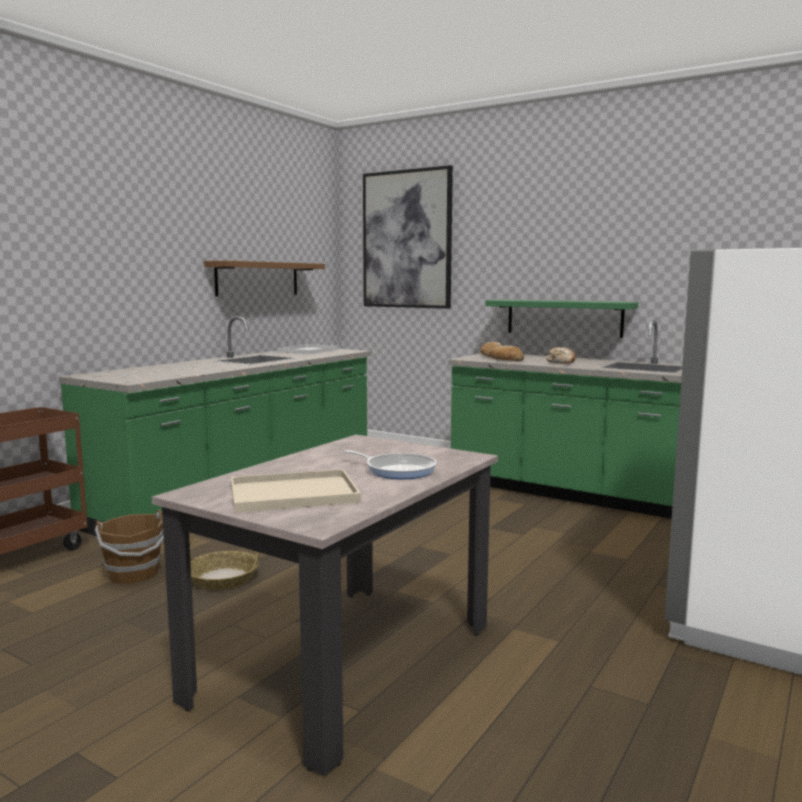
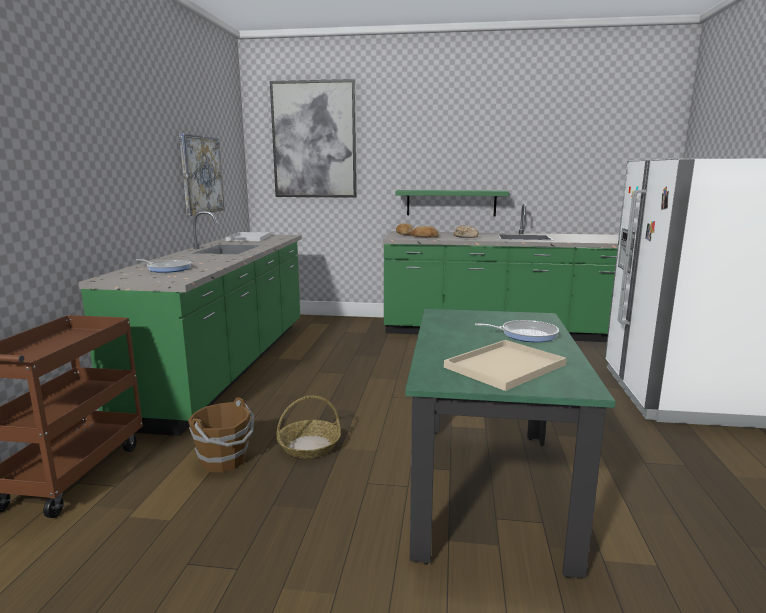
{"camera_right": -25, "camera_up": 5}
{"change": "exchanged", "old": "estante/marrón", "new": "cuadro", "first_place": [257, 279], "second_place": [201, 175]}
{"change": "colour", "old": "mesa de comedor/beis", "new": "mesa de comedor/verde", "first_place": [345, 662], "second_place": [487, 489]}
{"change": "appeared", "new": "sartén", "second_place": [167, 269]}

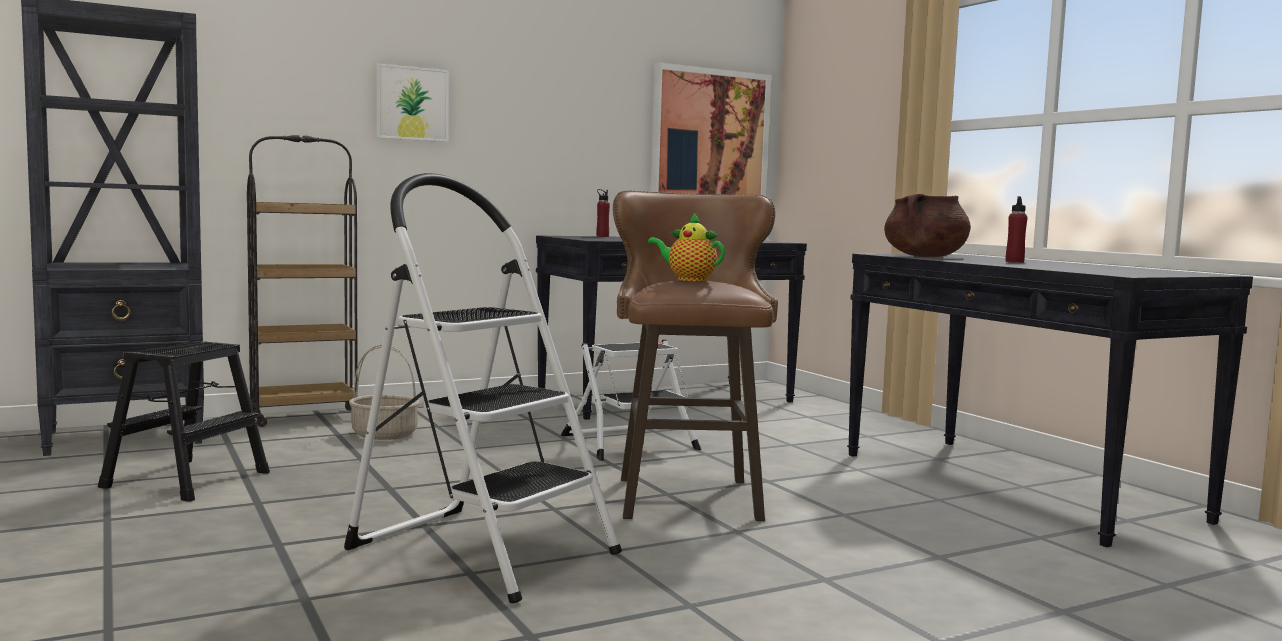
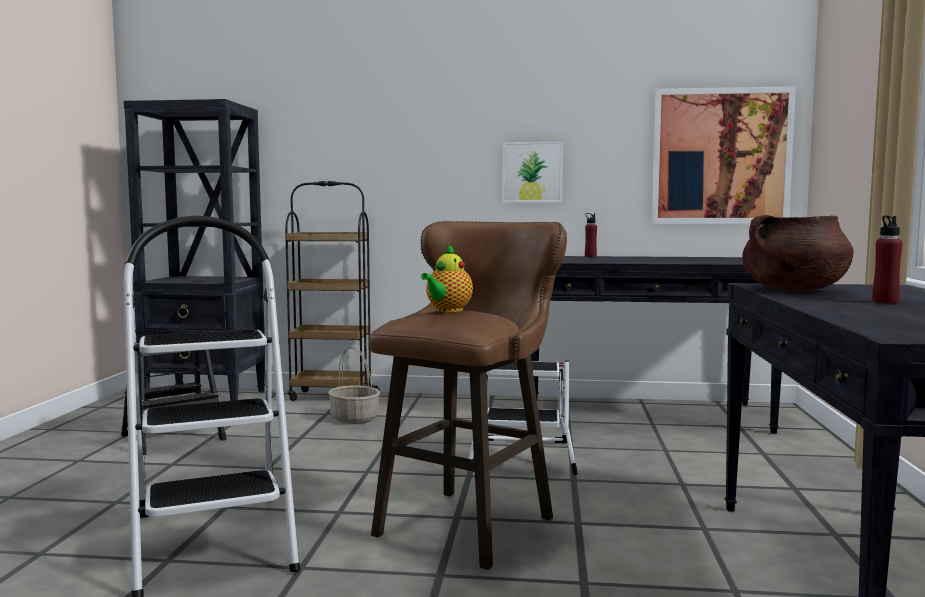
{"camera_right": 35, "camera_up": 0}
{"change": "relocated", "old": "cuadro", "first_place": [412, 103], "second_place": [532, 172]}
{"change": "spun", "old": "tetera", "first_place": [688, 280], "second_place": [447, 310], "degrees": -120}

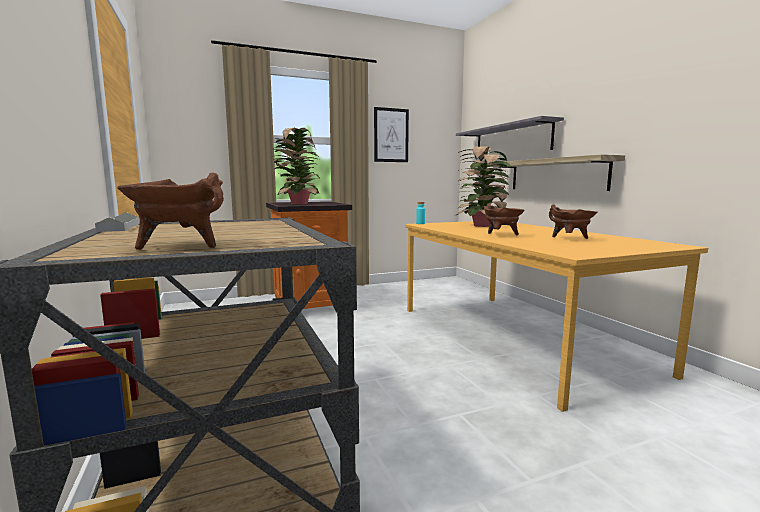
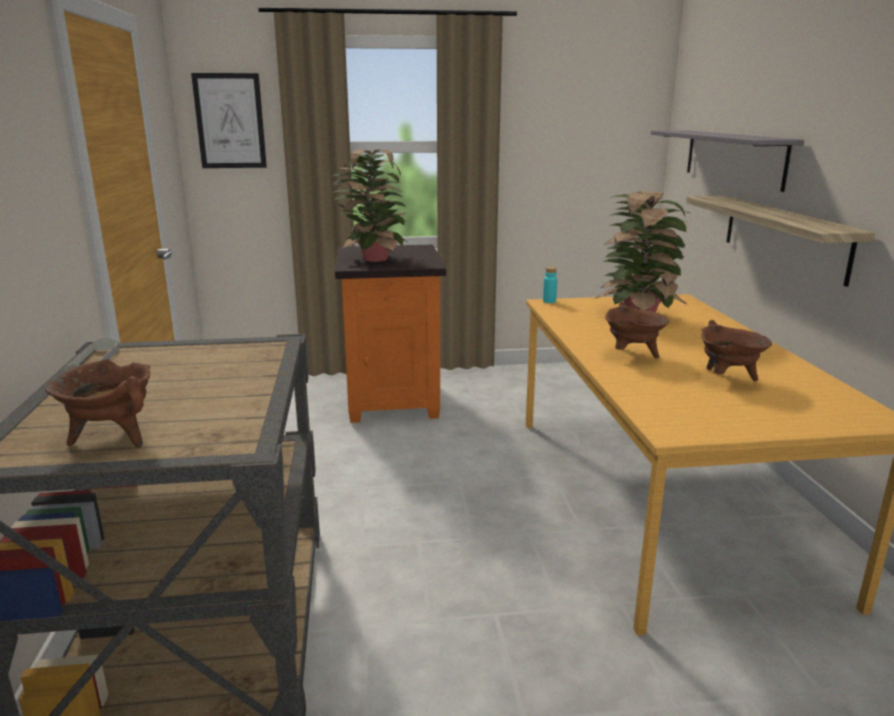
{"camera_right": 15, "camera_up": 10}
{"change": "relocated", "old": "cuadro", "first_place": [391, 135], "second_place": [230, 121]}

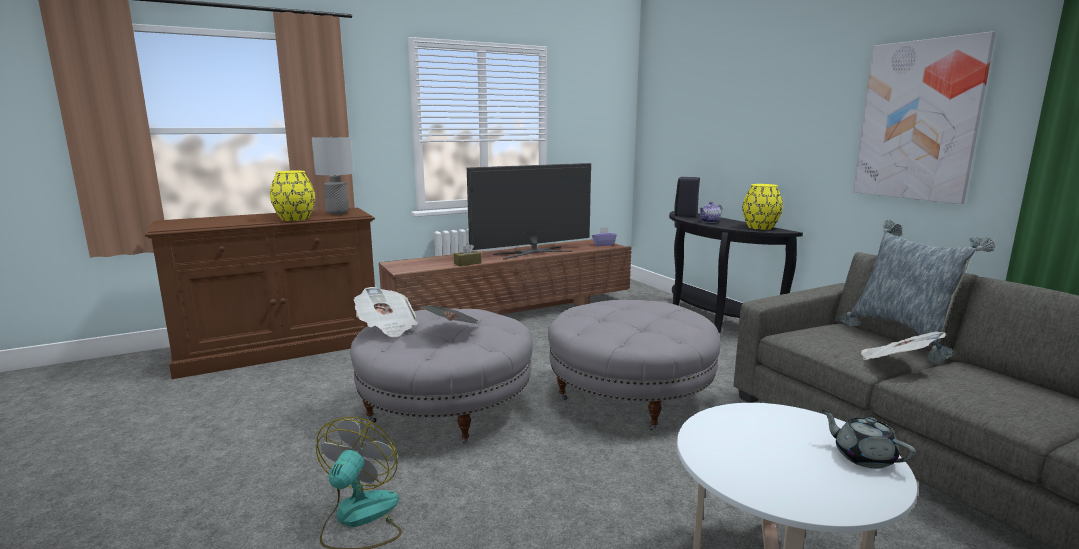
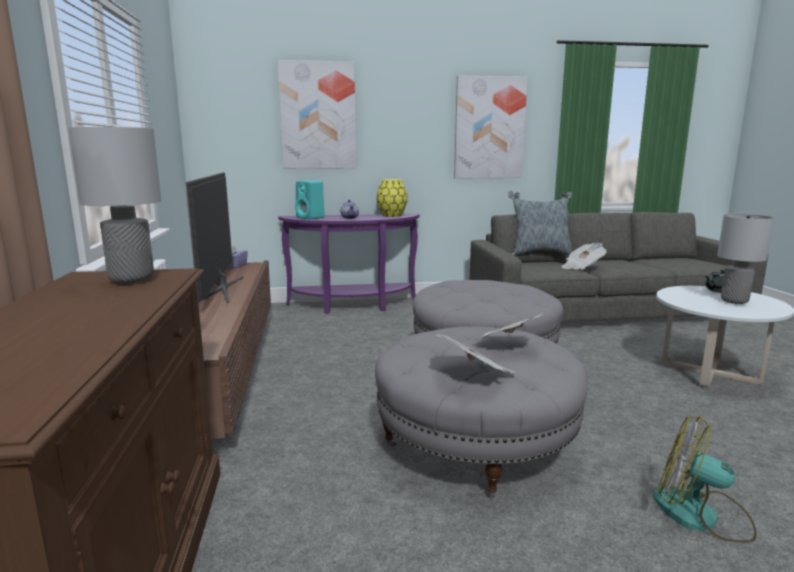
{"camera_right": -70, "camera_up": 0}
{"change": "missing", "old": "florero/amarillo", "first_place": [295, 218]}
{"change": "colour", "old": "altavoz/negro", "new": "altavoz/turquesa", "first_place": [686, 215], "second_place": [311, 217]}
{"change": "colour", "old": "mesa consola/negro", "new": "mesa consola/morado", "first_place": [710, 319], "second_place": [353, 306]}
{"change": "missing", "old": "caja de pañuelos/marrón", "first_place": [467, 263]}
{"change": "appeared", "new": "cuadro", "second_place": [318, 116]}
{"change": "appeared", "new": "lámpara de mesa/gris", "second_place": [733, 302]}

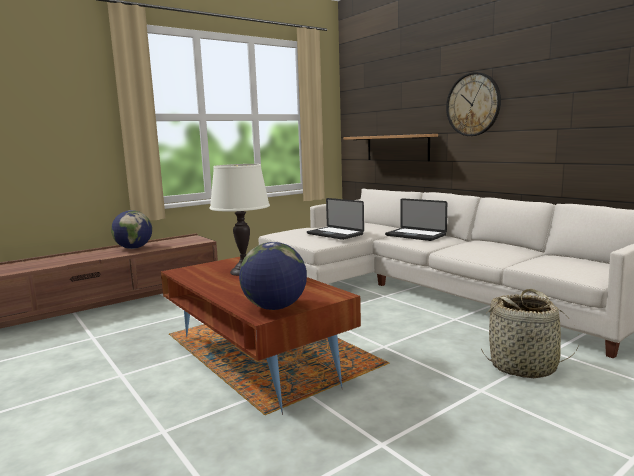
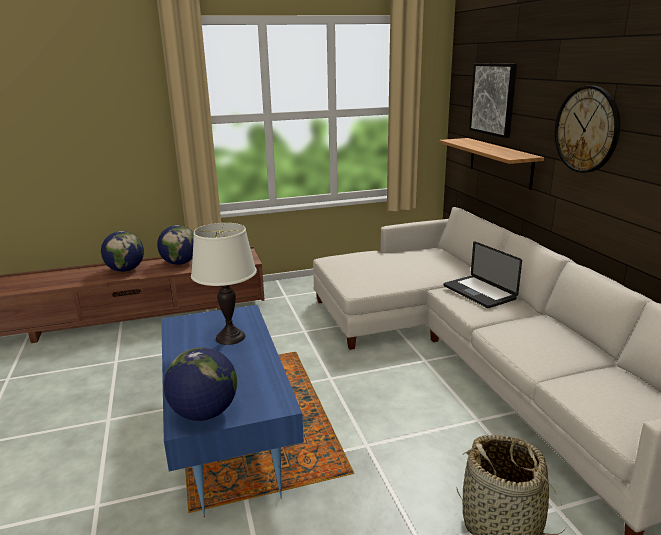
{"camera_right": 20, "camera_up": 10}
{"change": "missing", "old": "portátil", "first_place": [335, 234]}
{"change": "colour", "old": "mesa de centro/marrón", "new": "mesa de centro/azul", "first_place": [255, 360], "second_place": [229, 431]}
{"change": "appeared", "new": "cuadro", "second_place": [493, 99]}
{"change": "appeared", "new": "globo terráqueo", "second_place": [125, 270]}

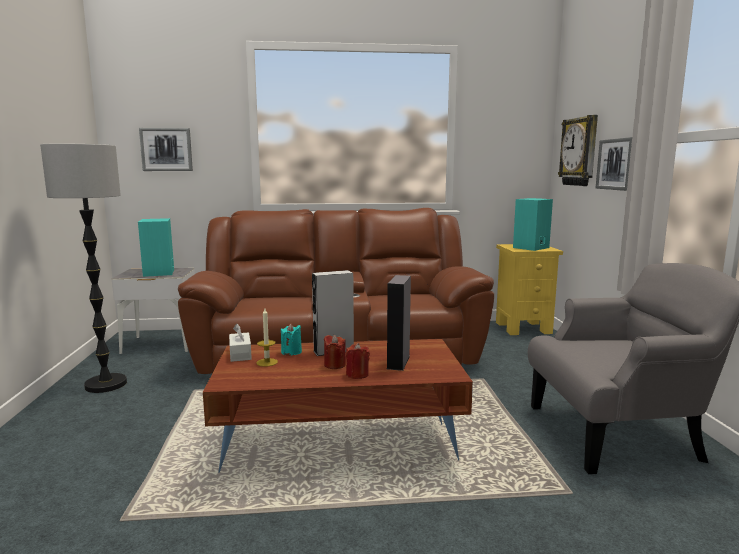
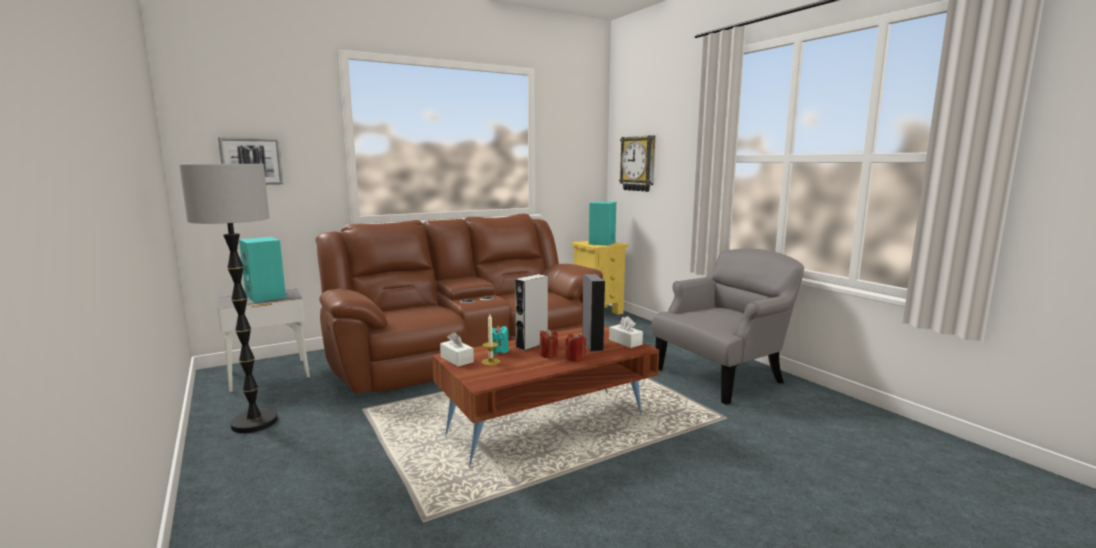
{"camera_right": -25, "camera_up": 0}
{"change": "missing", "old": "cuadro", "first_place": [616, 164]}
{"change": "appeared", "new": "caja de pañuelos/blanco", "second_place": [625, 342]}

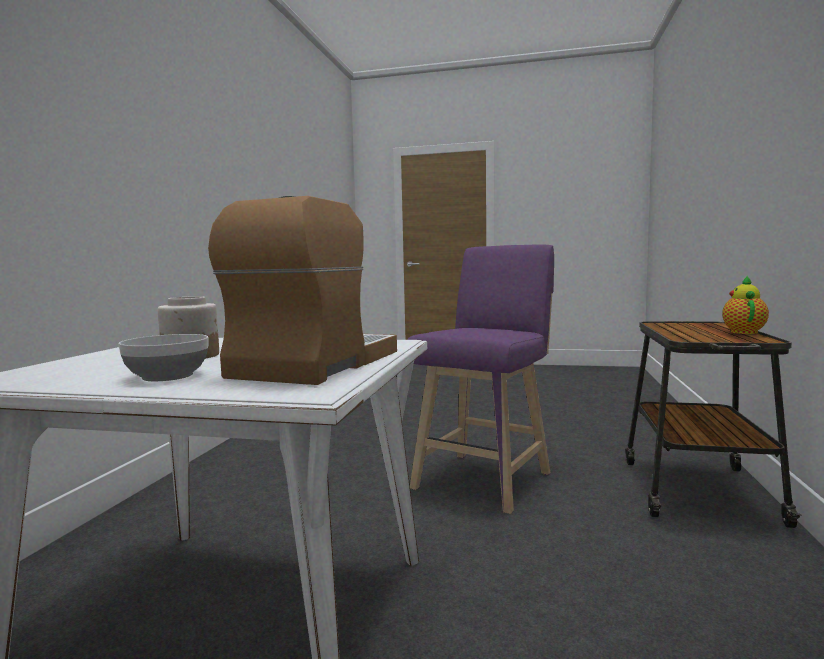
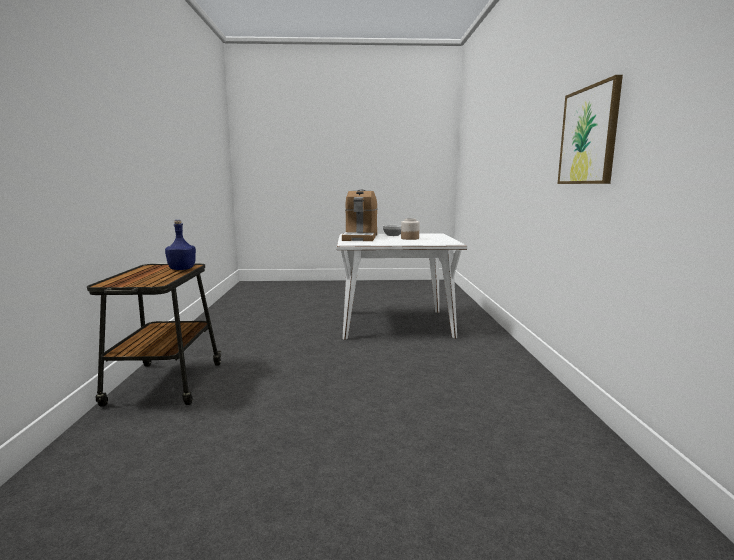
{"camera_right": 165, "camera_up": 5}
{"change": "missing", "old": "taburete/morado", "first_place": [486, 478]}
{"change": "missing", "old": "tetera", "first_place": [743, 332]}
{"change": "appeared", "new": "cuadro", "second_place": [589, 136]}
{"change": "appeared", "new": "botella/azul", "second_place": [182, 269]}

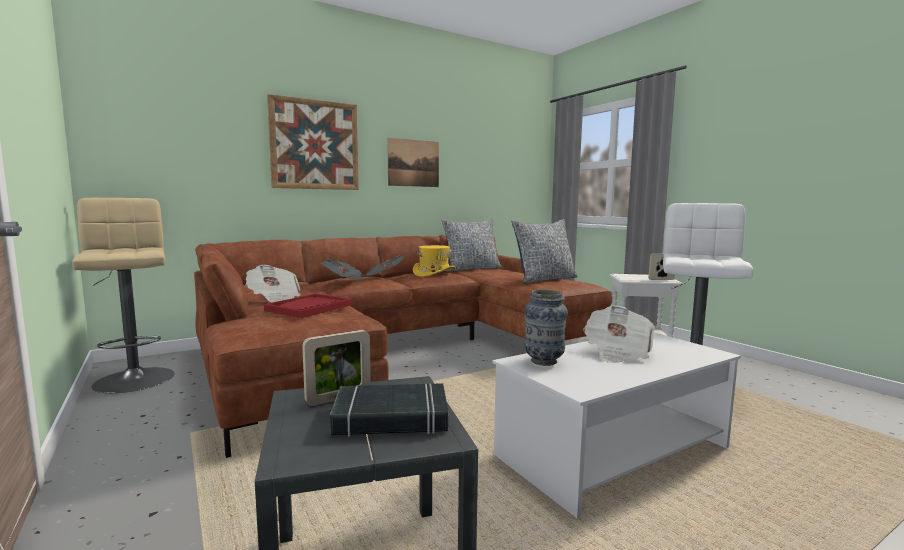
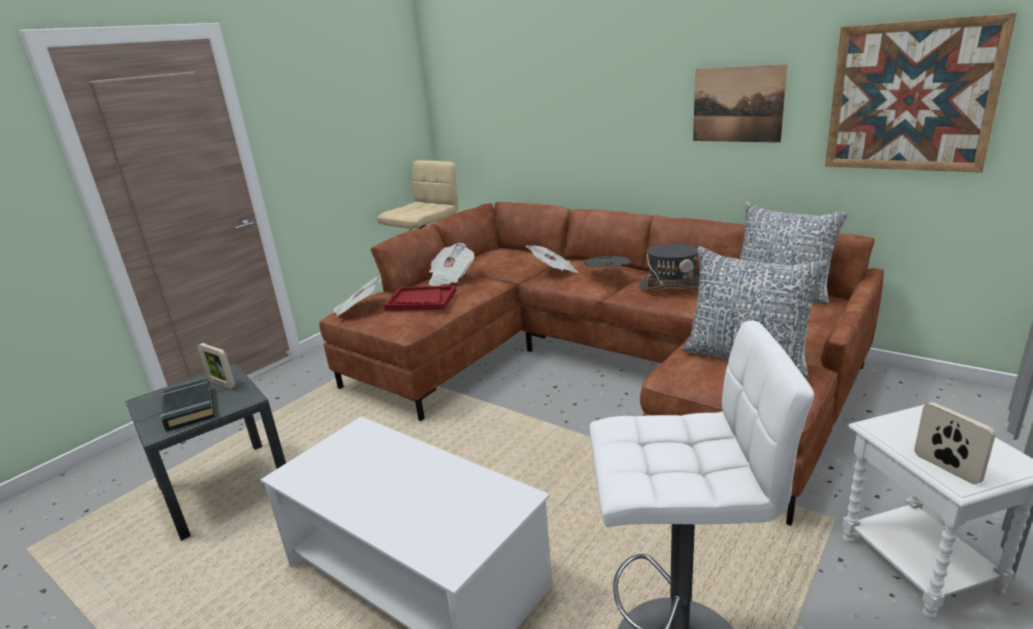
{"camera_right": 70, "camera_up": 15}
{"change": "relocated", "old": "cuadro", "first_place": [315, 145], "second_place": [910, 97]}
{"change": "colour", "old": "sombrero/amarillo", "new": "sombrero/gris", "first_place": [434, 273], "second_place": [672, 286]}
{"change": "missing", "old": "florero", "first_place": [543, 361]}
{"change": "relocated", "old": "periódico", "first_place": [617, 352], "second_place": [358, 310]}

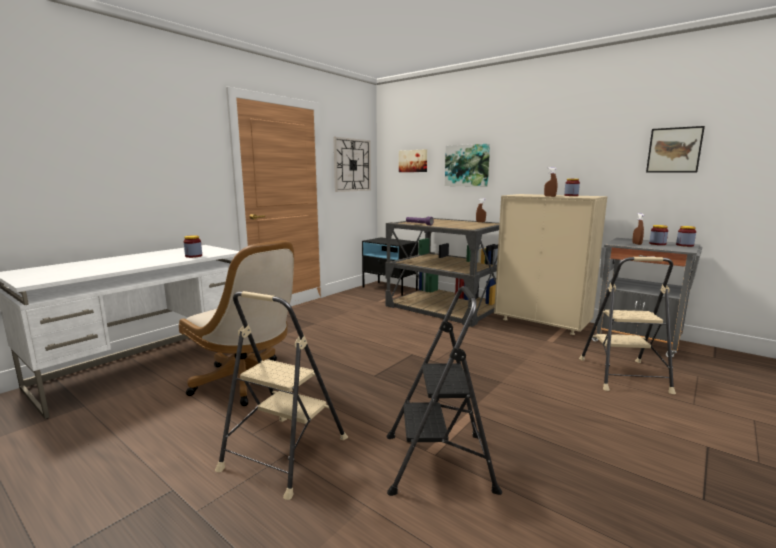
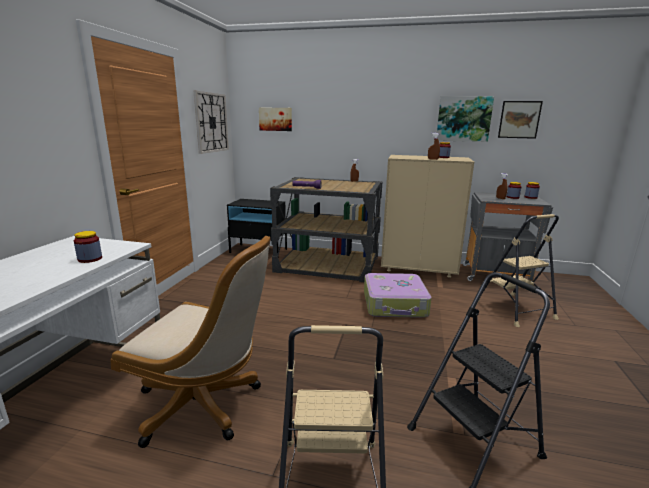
{"camera_right": -25, "camera_up": 5}
{"change": "relocated", "old": "cuadro", "first_place": [467, 165], "second_place": [463, 119]}
{"change": "appeared", "new": "maleta", "second_place": [395, 304]}

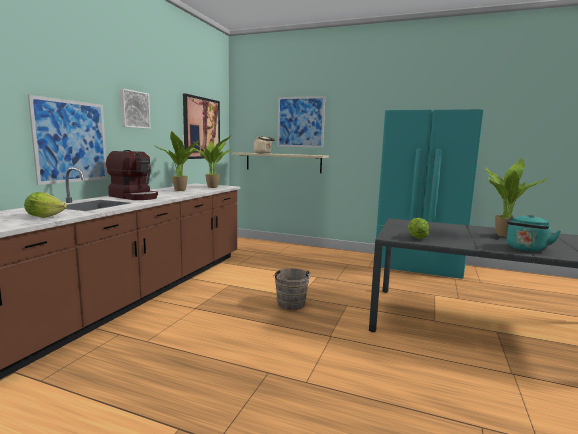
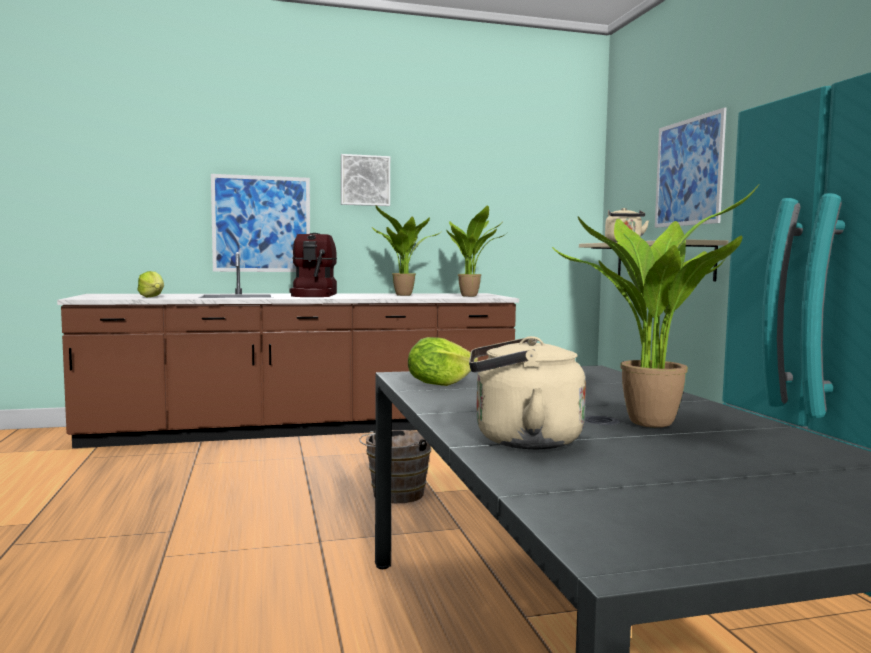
{"camera_right": 55, "camera_up": -5}
{"change": "missing", "old": "cuadro", "first_place": [201, 128]}
{"change": "colour", "old": "hervidor/turquesa", "new": "hervidor/beis", "first_place": [526, 249], "second_place": [520, 440]}

